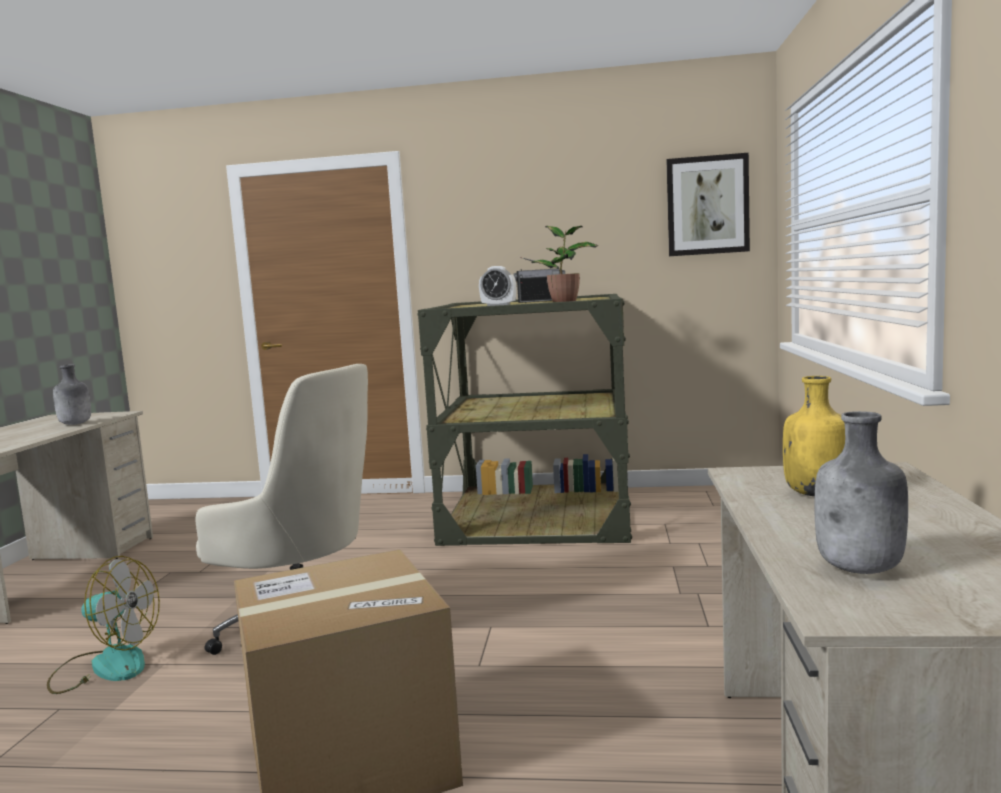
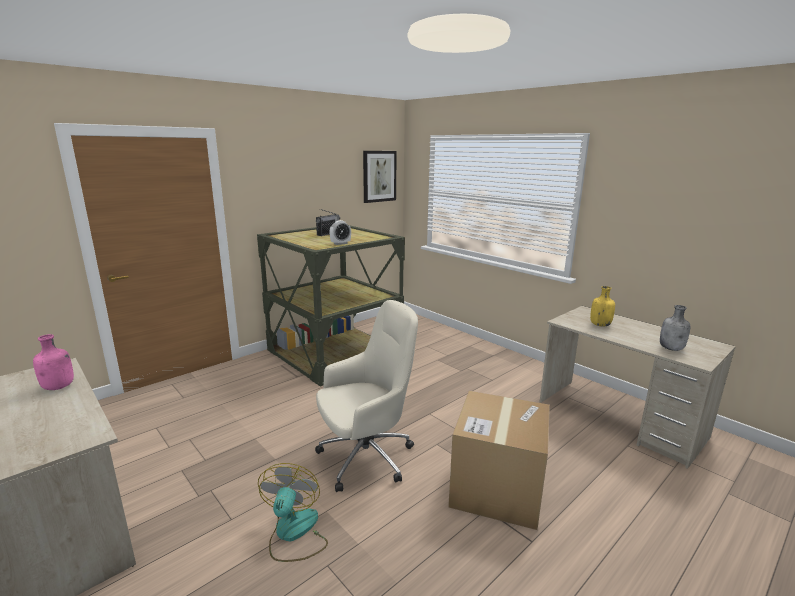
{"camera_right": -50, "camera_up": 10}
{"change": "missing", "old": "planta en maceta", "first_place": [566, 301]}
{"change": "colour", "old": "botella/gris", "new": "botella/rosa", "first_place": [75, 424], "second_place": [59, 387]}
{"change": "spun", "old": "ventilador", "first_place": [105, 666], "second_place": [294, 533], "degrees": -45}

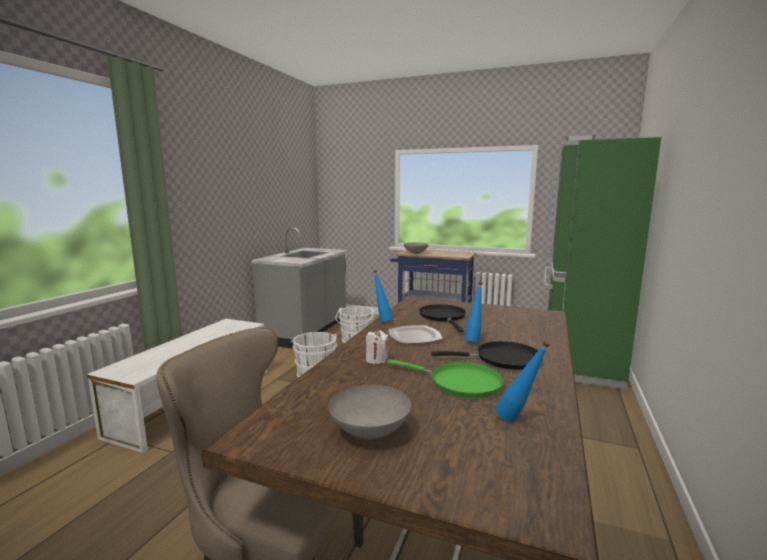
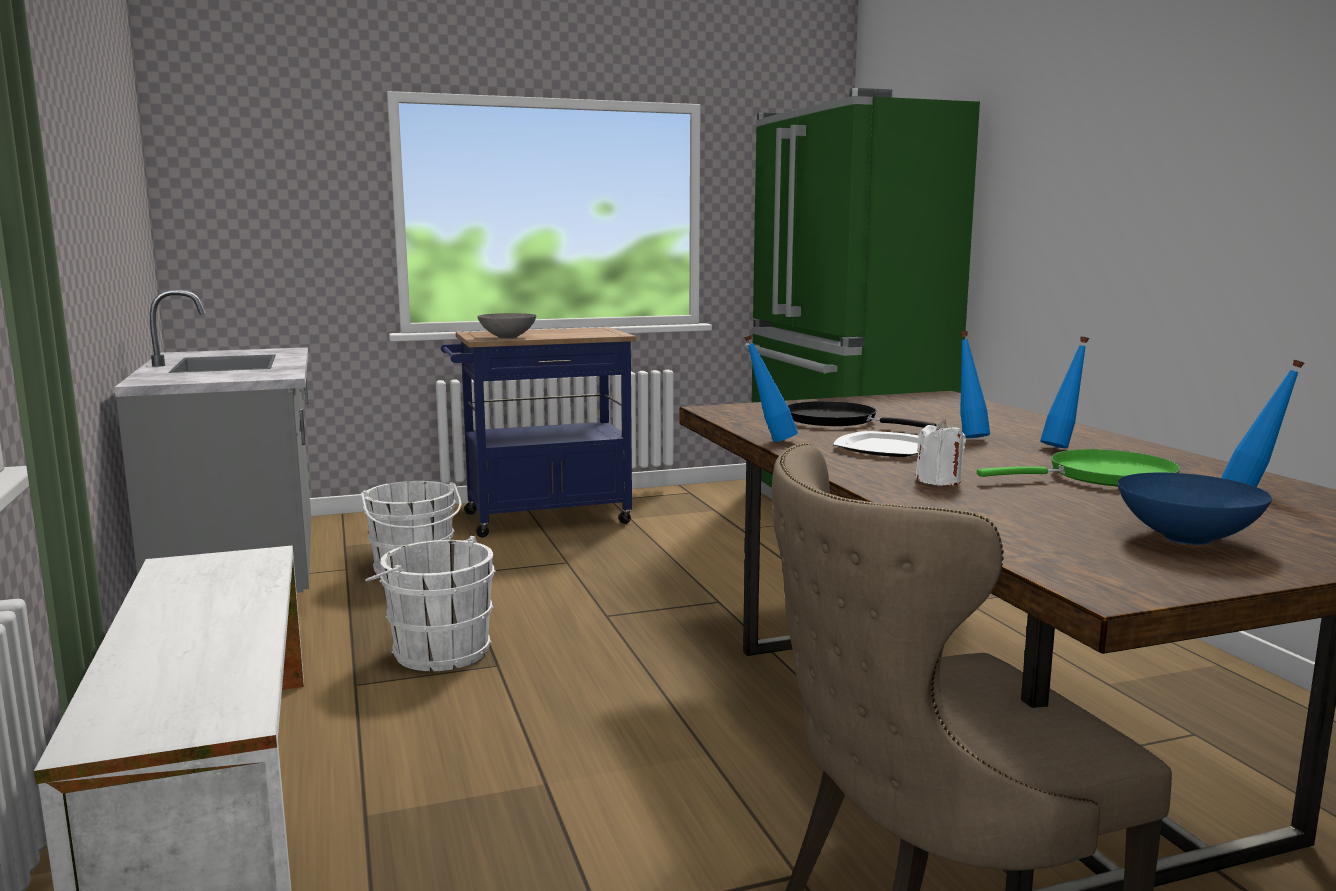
{"camera_right": -40, "camera_up": 0}
{"change": "exchanged", "old": "sartén/negro", "new": "botella/azul", "first_place": [503, 359], "second_place": [1062, 447]}
{"change": "colour", "old": "cuenco/gris", "new": "cuenco/azul", "first_place": [371, 432], "second_place": [1189, 538]}

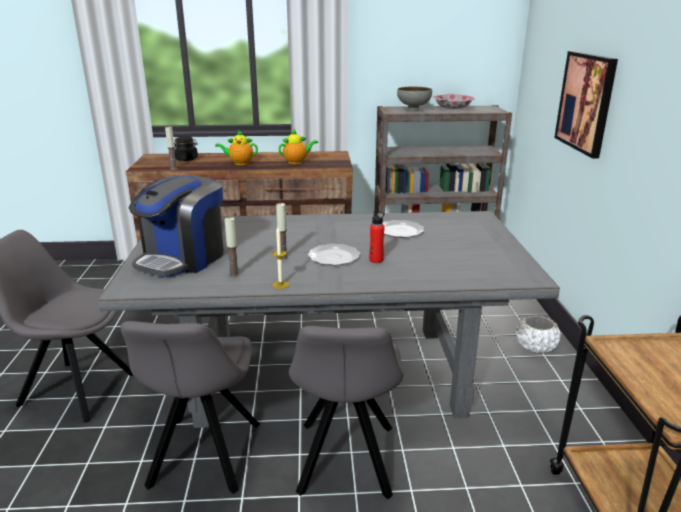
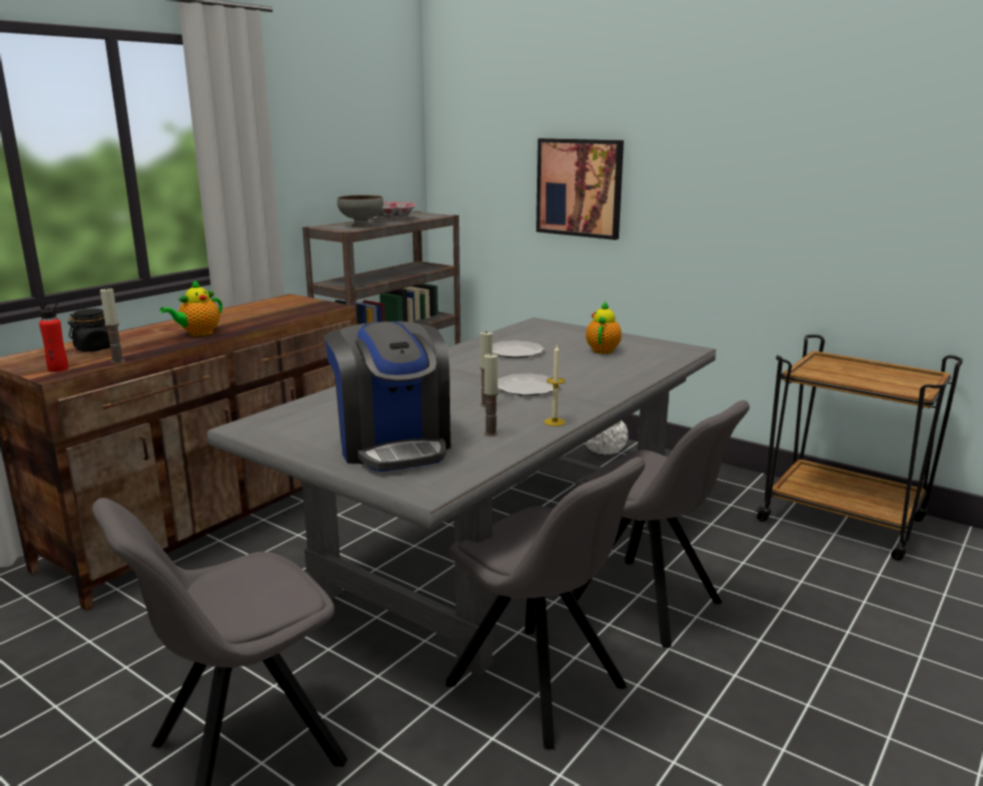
{"camera_right": -50, "camera_up": -5}
{"change": "relocated", "old": "tetera", "first_place": [297, 162], "second_place": [603, 350]}
{"change": "relocated", "old": "botella/rojo", "first_place": [376, 260], "second_place": [58, 369]}

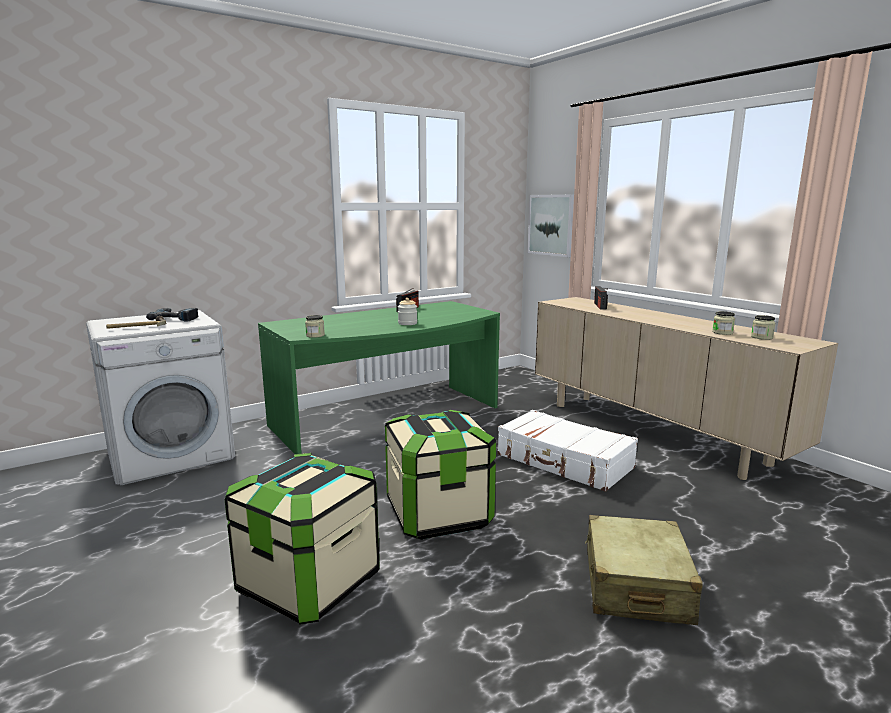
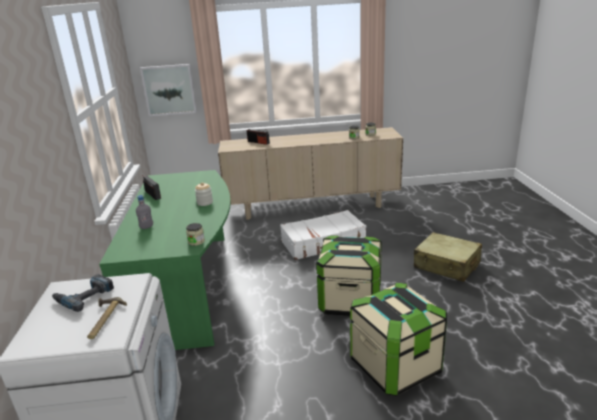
{"camera_right": -60, "camera_up": 10}
{"change": "appeared", "new": "botella/gris", "second_place": [146, 227]}

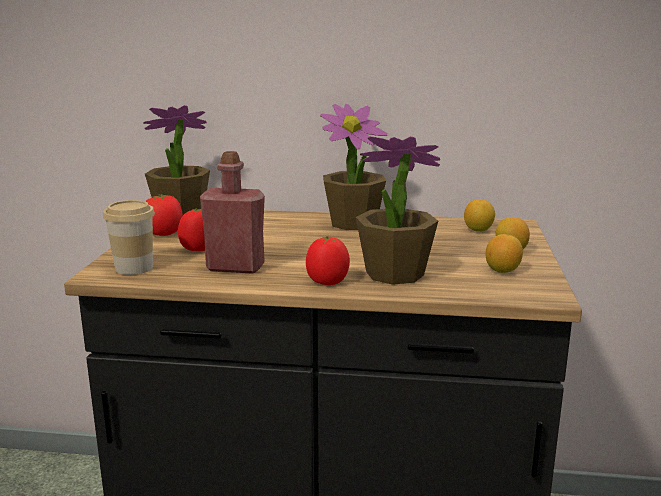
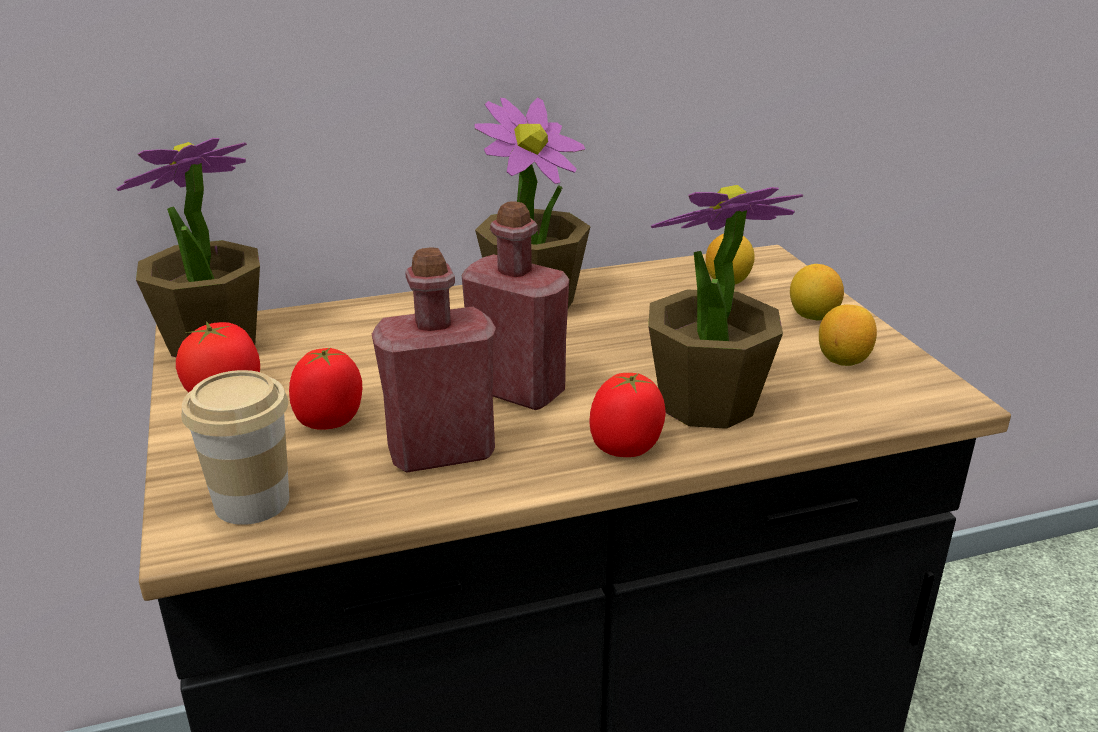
{"camera_right": -25, "camera_up": 10}
{"change": "appeared", "new": "botella/rojo", "second_place": [517, 390]}

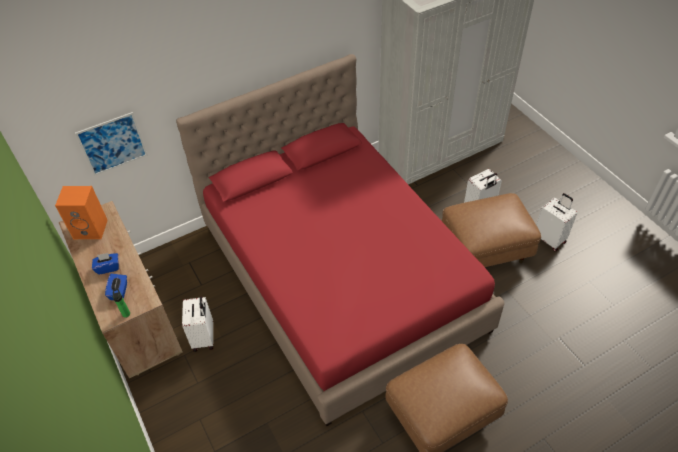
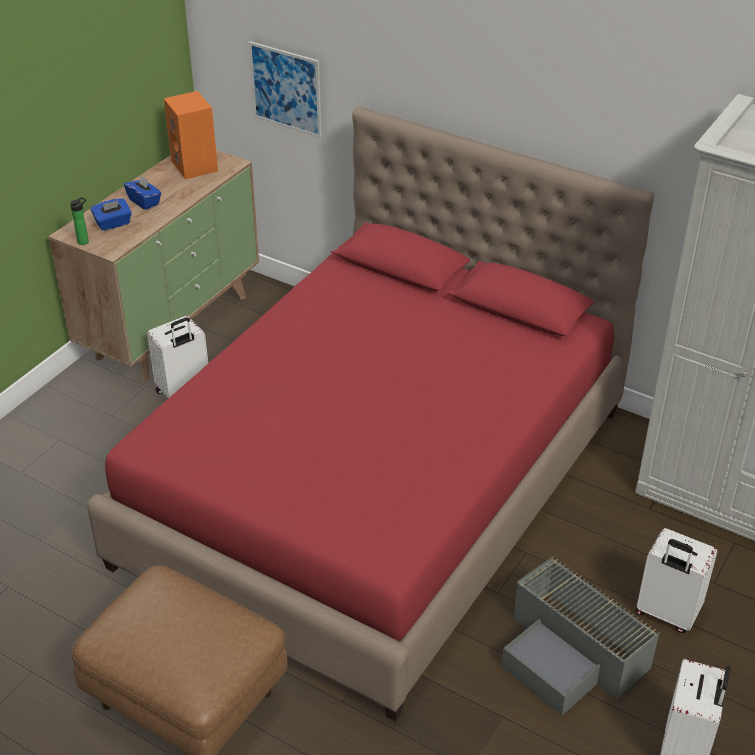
{"camera_right": 60, "camera_up": -10}
{"change": "exchanged", "old": "puf/marrón", "new": "caja de almacenaje/gris", "first_place": [485, 251], "second_place": [572, 654]}

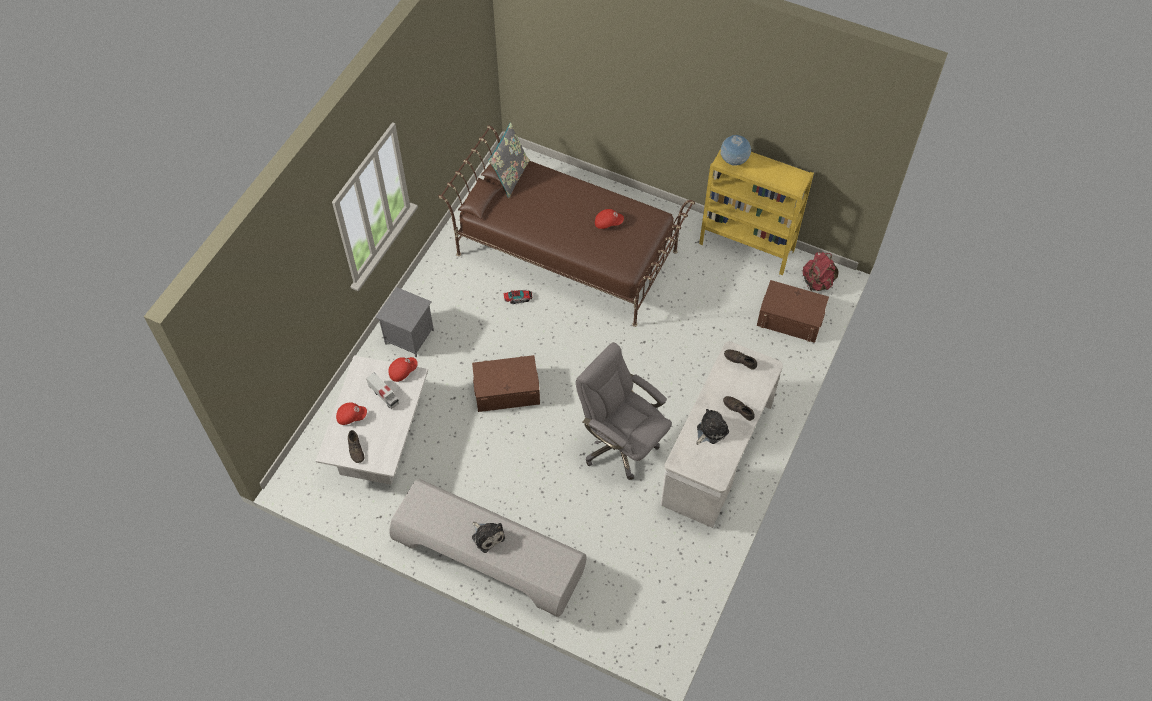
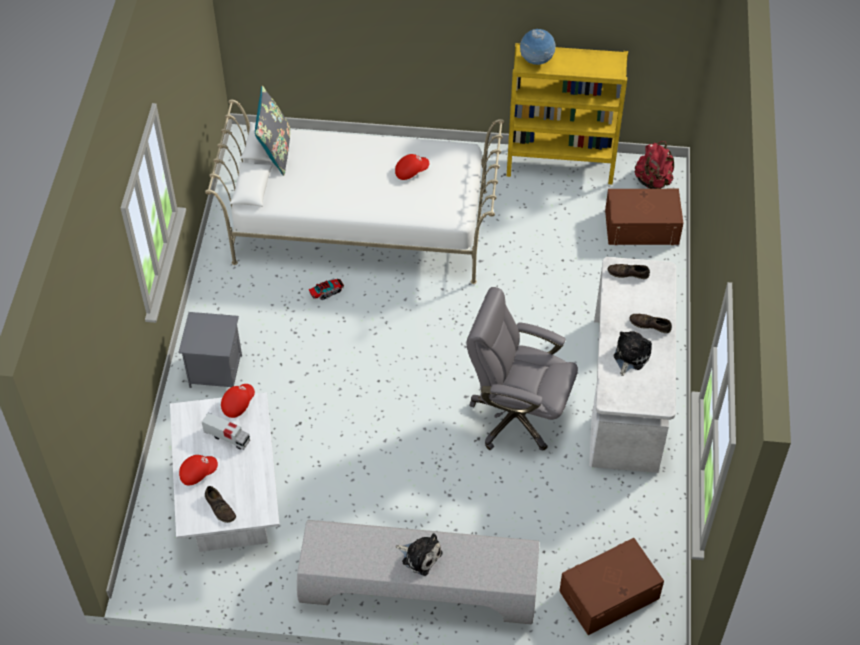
{"camera_right": -20, "camera_up": -5}
{"change": "colour", "old": "cama/marrón", "new": "cama/blanco", "first_place": [566, 253], "second_place": [361, 227]}
{"change": "relocated", "old": "caja de almacenaje/marrón", "first_place": [506, 390], "second_place": [609, 595]}

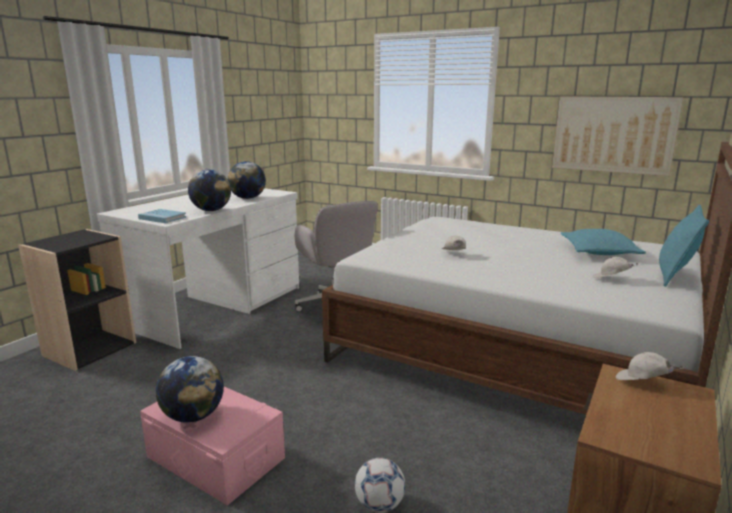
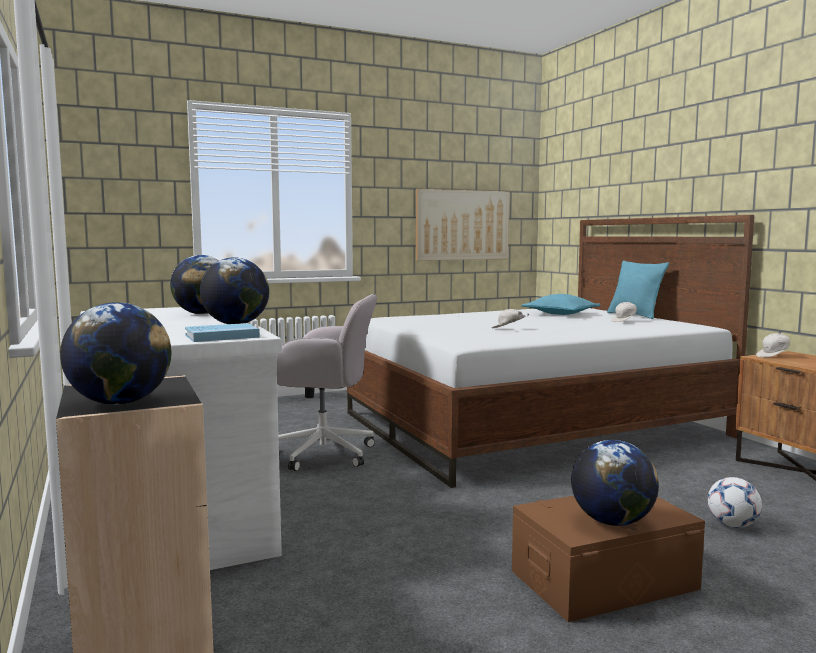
{"camera_right": -55, "camera_up": -10}
{"change": "colour", "old": "caja de almacenaje/rosa", "new": "caja de almacenaje/marrón", "first_place": [215, 457], "second_place": [603, 580]}
{"change": "appeared", "new": "globo terráqueo", "second_place": [120, 403]}

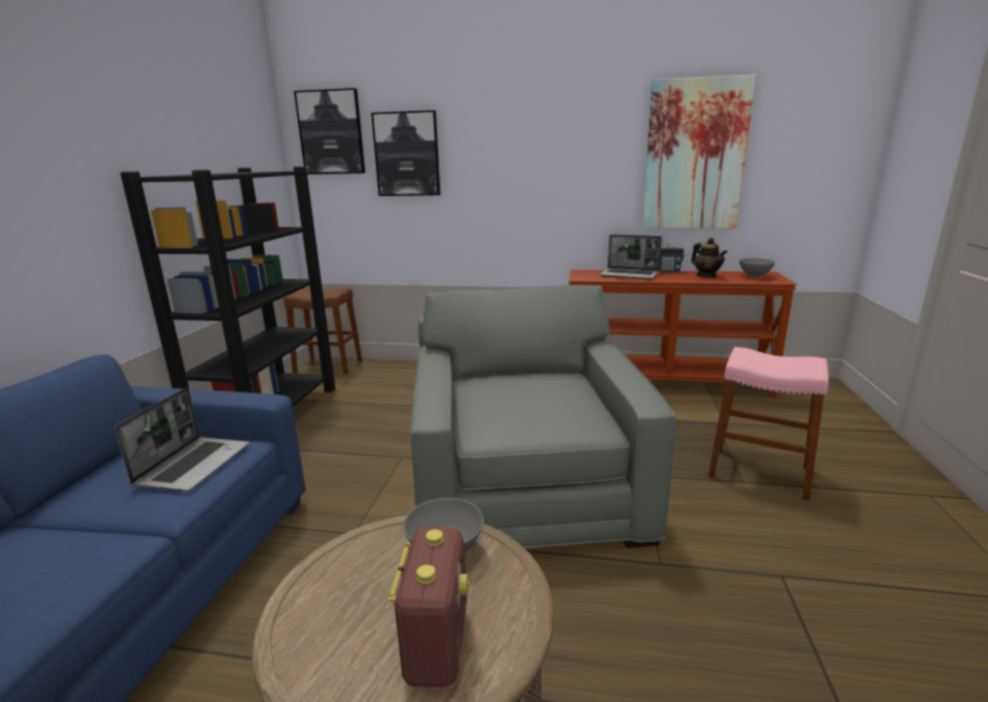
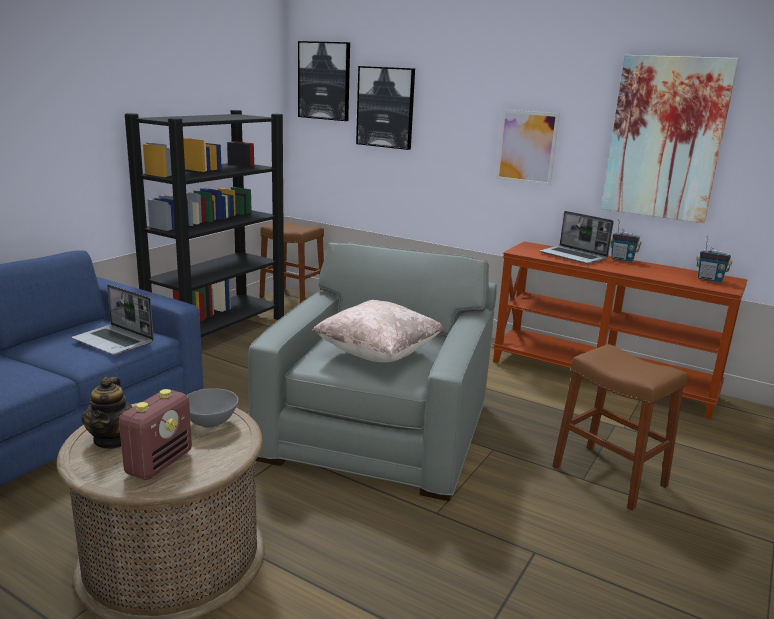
{"camera_right": 20, "camera_up": 0}
{"change": "relocated", "old": "tetera", "first_place": [706, 276], "second_place": [112, 440]}
{"change": "exchanged", "old": "cuenco/gris", "new": "radio", "first_place": [755, 276], "second_place": [710, 279]}
{"change": "colour", "old": "taburete/rosa", "new": "taburete/marrón", "first_place": [759, 472], "second_place": [609, 476]}
{"change": "spun", "old": "portátil", "first_place": [194, 464], "second_place": [114, 341], "degrees": 90}
{"change": "appeared", "new": "cuadro", "second_place": [526, 147]}
{"change": "appeared", "new": "cojín/beis", "second_place": [378, 354]}

